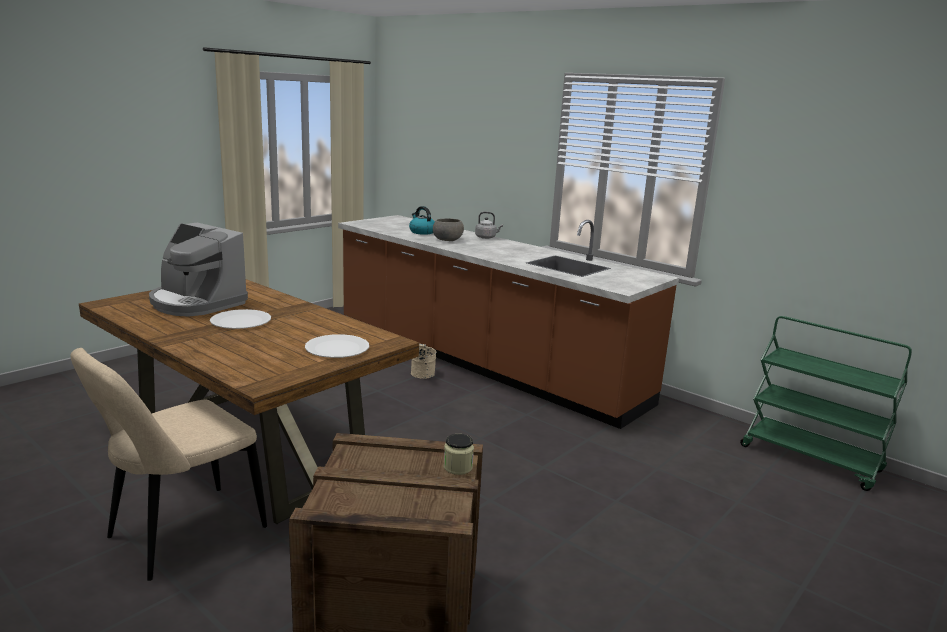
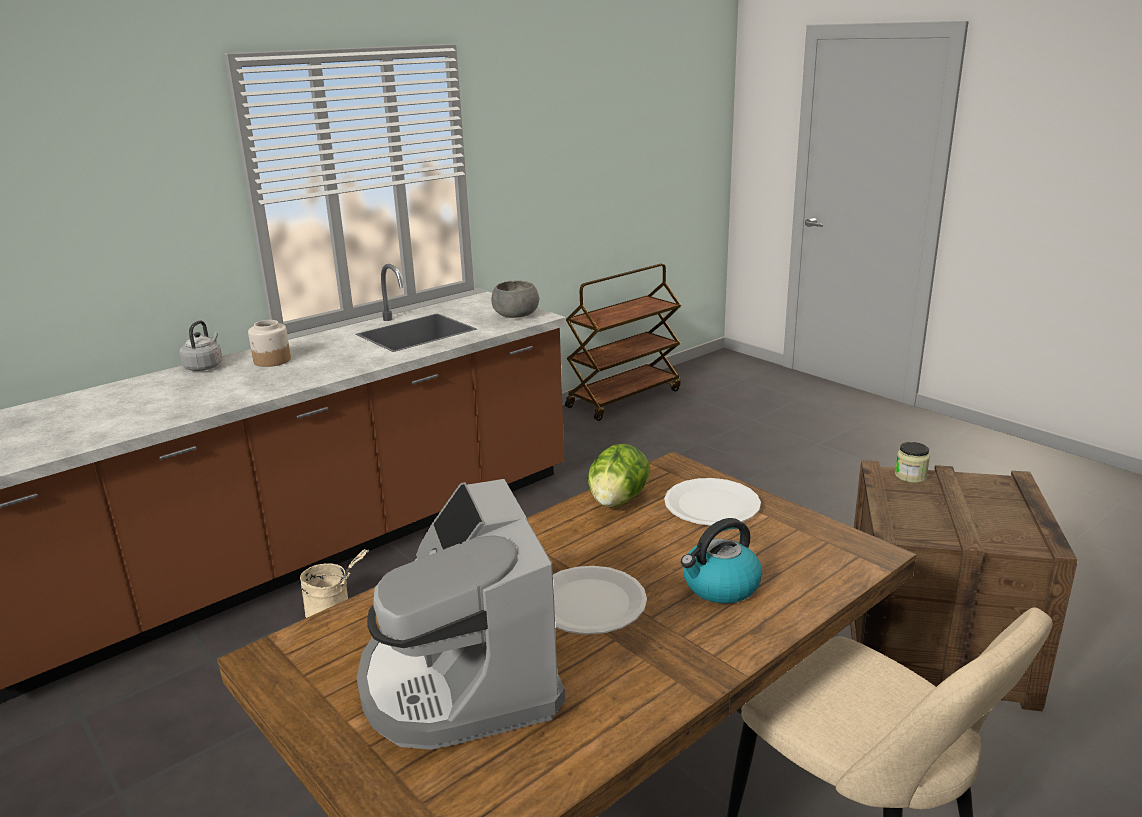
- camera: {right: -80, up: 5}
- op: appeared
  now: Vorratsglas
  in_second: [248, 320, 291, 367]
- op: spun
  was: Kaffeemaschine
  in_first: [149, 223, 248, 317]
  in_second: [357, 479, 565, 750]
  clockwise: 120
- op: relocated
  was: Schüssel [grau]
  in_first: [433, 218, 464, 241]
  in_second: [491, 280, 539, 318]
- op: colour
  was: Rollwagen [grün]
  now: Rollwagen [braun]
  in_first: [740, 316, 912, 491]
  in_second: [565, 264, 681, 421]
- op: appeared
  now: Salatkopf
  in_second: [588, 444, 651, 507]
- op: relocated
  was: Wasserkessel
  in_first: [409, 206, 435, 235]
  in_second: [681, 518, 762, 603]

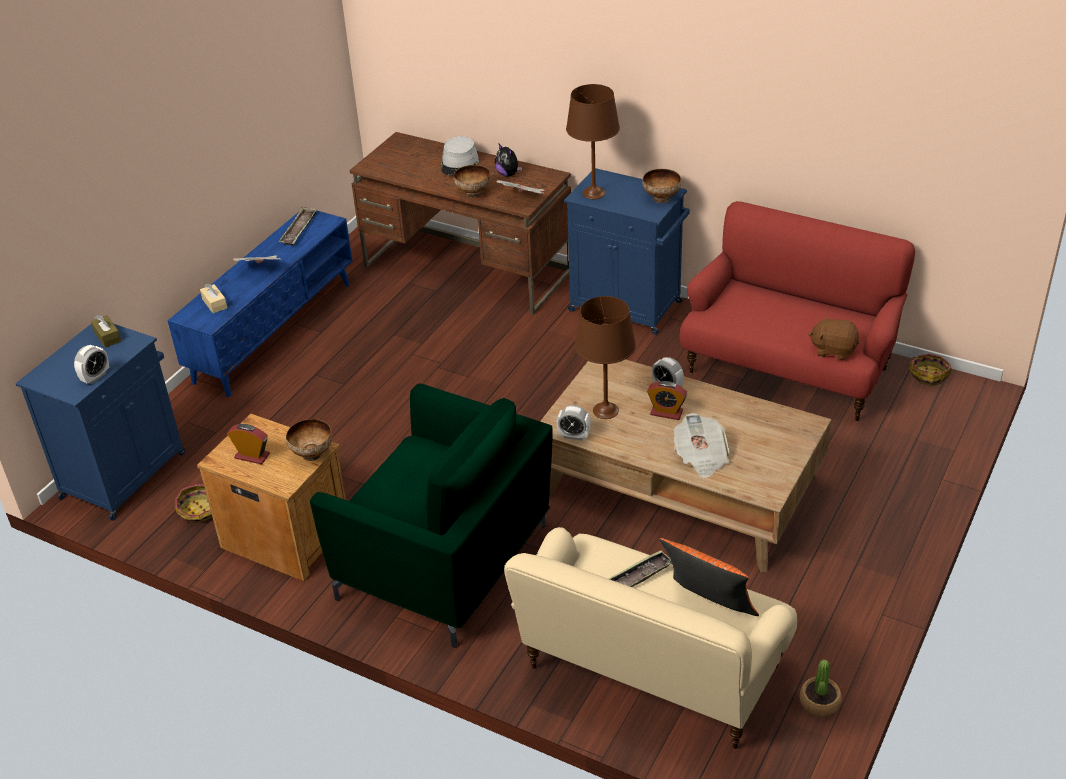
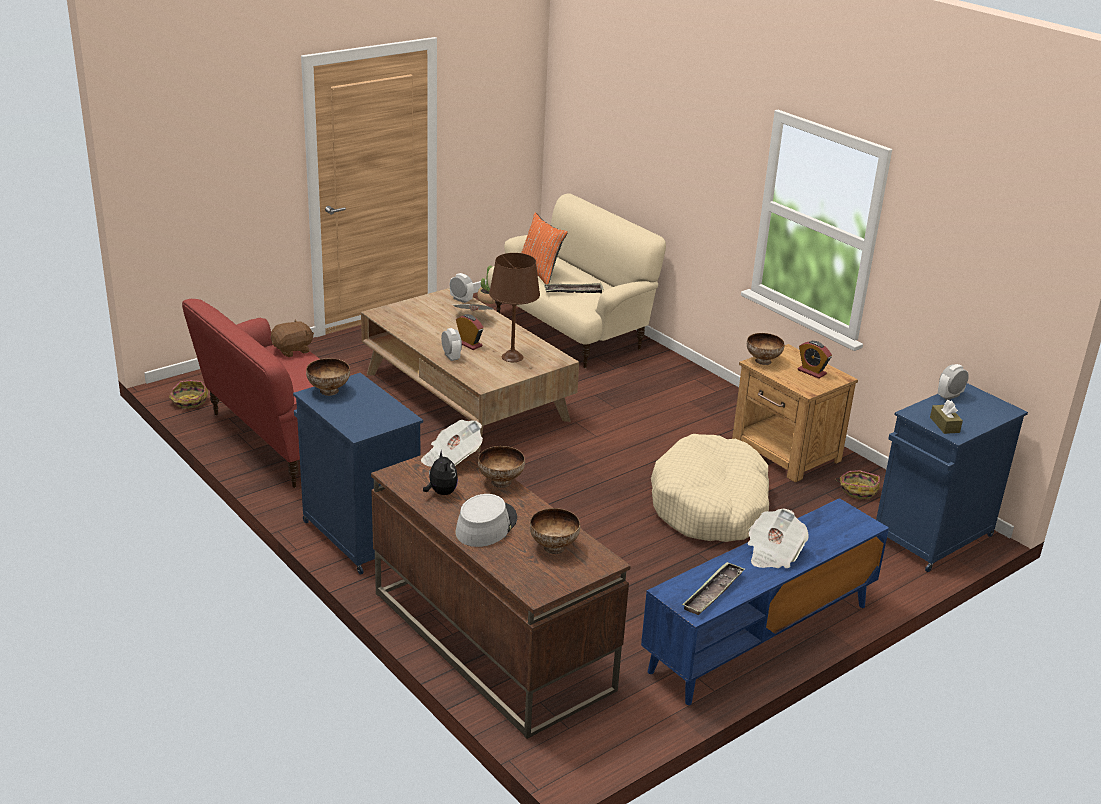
- camera: {right: -160, up: -10}
- op: spun
  was: Plüschtier [braun]
  in_first: [808, 315, 859, 360]
  in_second: [271, 319, 314, 357]
  clockwise: -75
- op: relocated
  was: Wecker
  in_first: [556, 405, 591, 441]
  in_second: [450, 273, 474, 303]
- op: appeared
  now: Schüssel
  in_second: [530, 508, 580, 554]
- op: appeared
  now: Hundebett [beige]
  in_second: [651, 434, 769, 542]
- op: missing
  was: Taschentuchbox [beige]
  in_first: [200, 283, 227, 313]
- op: missing
  was: Sessel [grün]
  in_first: [310, 384, 553, 648]
- op: missing
  was: Tischlampe [braun]
  in_first: [566, 84, 620, 199]

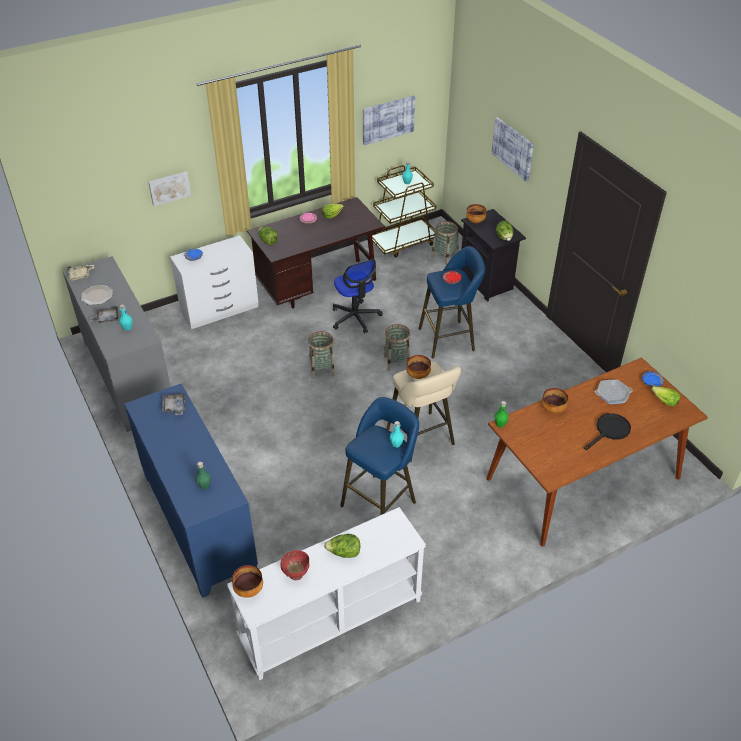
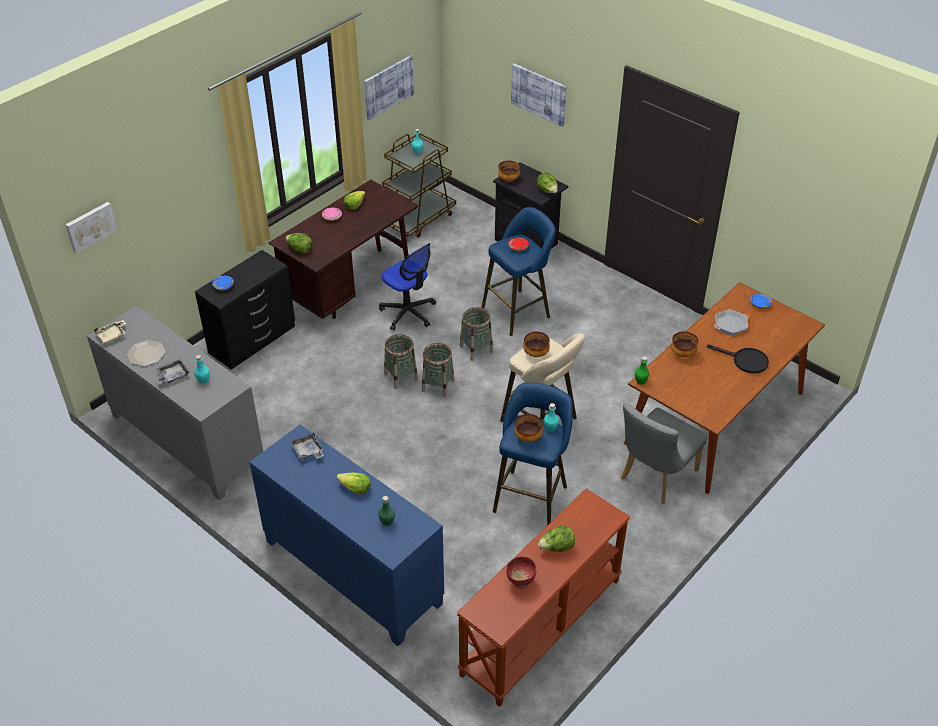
- camera: {right: -20, up: 0}
- op: relocated
  was: Bild
  in_first: [148, 171, 191, 206]
  in_second: [65, 202, 118, 253]
- op: colour
  was: Kommode [weiß]
  now: Kommode [schwarz]
  in_first: [170, 235, 259, 329]
  in_second: [195, 250, 295, 370]
- op: relocated
  was: Salatkopf
  in_first: [651, 386, 680, 407]
  in_second: [336, 473, 371, 494]
- op: relocated
  was: Korb
  in_first: [431, 221, 459, 265]
  in_second: [422, 343, 454, 397]
- op: colour
  was: Konsolentisch [weiß]
  now: Konsolentisch [braun]
  in_first: [227, 507, 426, 680]
  in_second: [457, 489, 630, 707]
- op: relocated
  was: Schüssel
  in_first: [232, 565, 263, 598]
  in_second: [514, 414, 543, 442]
- op: appeared
  now: Stuhl [grau]
  in_second: [621, 403, 707, 504]
- op: spun
  was: Pfanne [schwarz]
  in_first: [584, 413, 631, 450]
  in_second: [707, 344, 769, 373]
  clockwise: 90

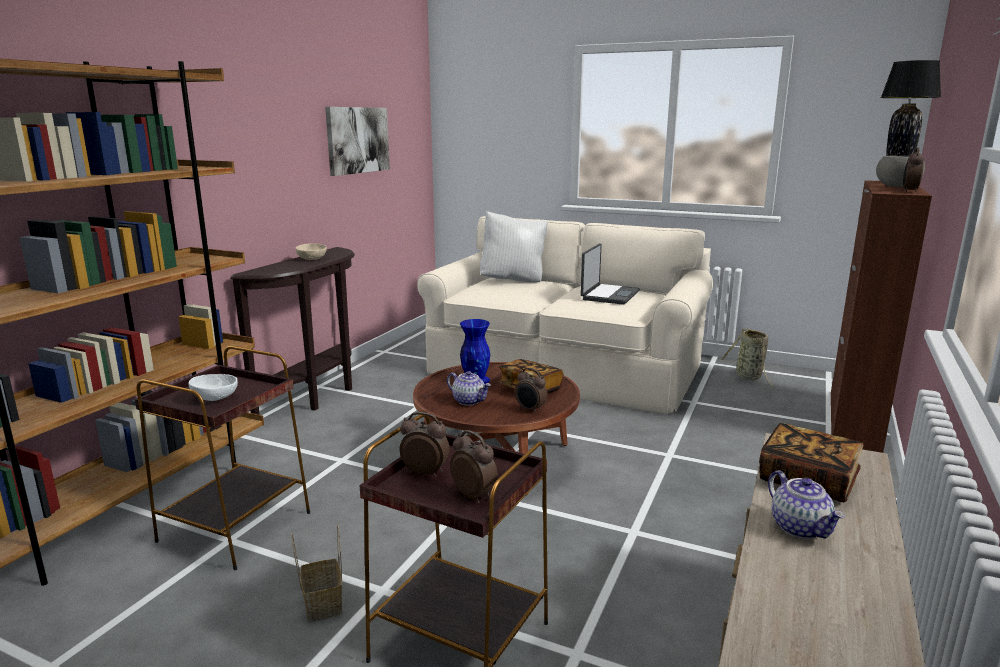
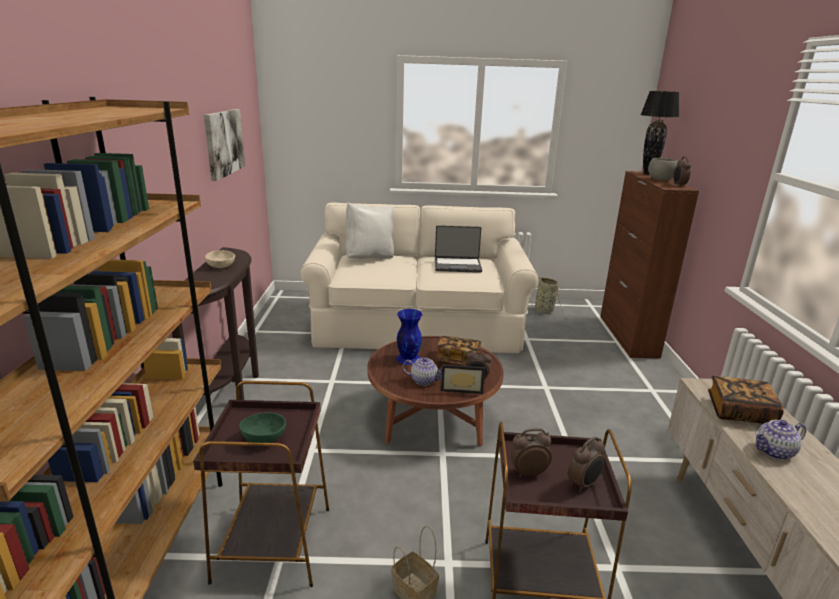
- camera: {right: -25, up: 5}
- op: colour
  was: Schüssel [weiß]
  now: Schüssel [grün]
  in_first: [188, 374, 238, 401]
  in_second: [239, 412, 286, 443]
- op: spun
  was: Laptop
  in_first: [580, 243, 640, 305]
  in_second: [435, 225, 482, 273]
  clockwise: 90
- op: appeared
  now: Bilderrahmen
  in_second: [440, 365, 485, 394]
- op: spun
  was: Wecker
  in_first: [450, 430, 498, 503]
  in_second: [568, 436, 605, 492]
  clockwise: 120
- op: spun
  was: Teekanne
  in_first: [768, 470, 845, 539]
  in_second: [755, 420, 806, 460]
  clockwise: 120

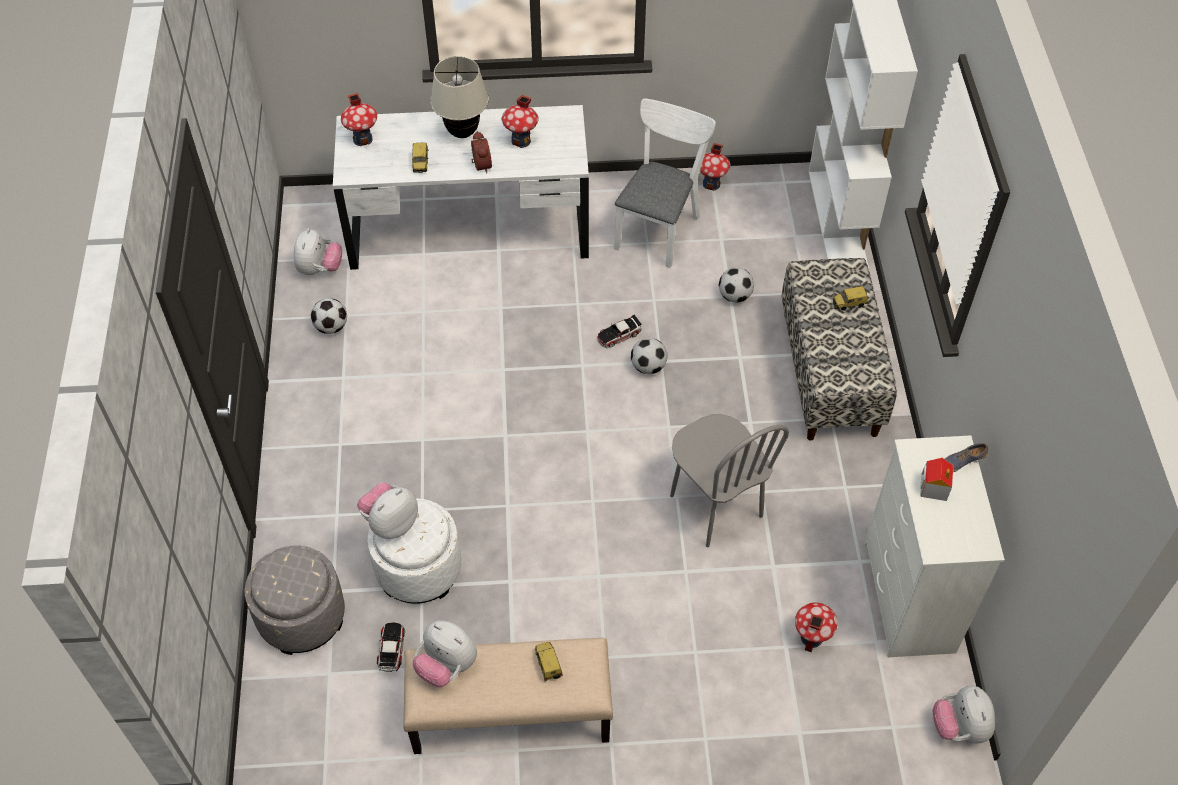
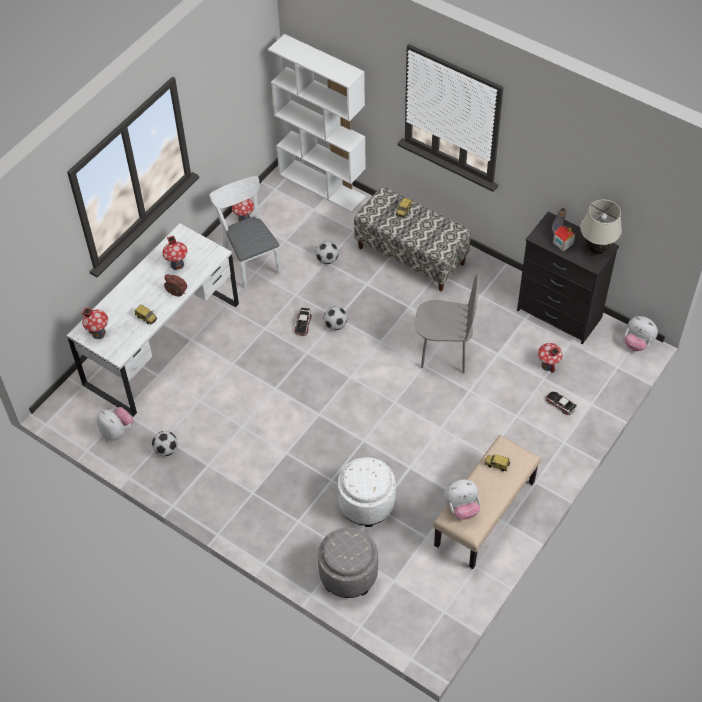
- camera: {right: -50, up: 0}
- op: colour
  was: Kommode [weiß]
  now: Kommode [schwarz]
  in_first: [864, 435, 1005, 657]
  in_second: [517, 212, 619, 344]
- op: relocated
  was: Spielzeugauto
  in_first: [377, 623, 405, 672]
  in_second: [546, 391, 577, 415]
- op: relocated
  was: Tischlampe [beige]
  in_first: [430, 56, 489, 138]
  in_second: [580, 199, 622, 254]
- op: missing
  was: Plüschtier
  in_first: [357, 482, 418, 539]

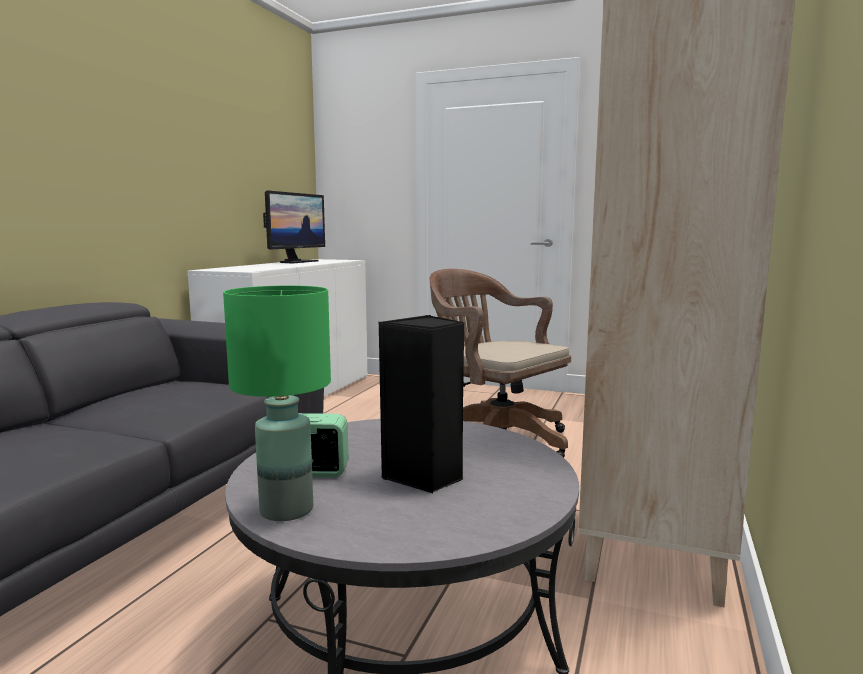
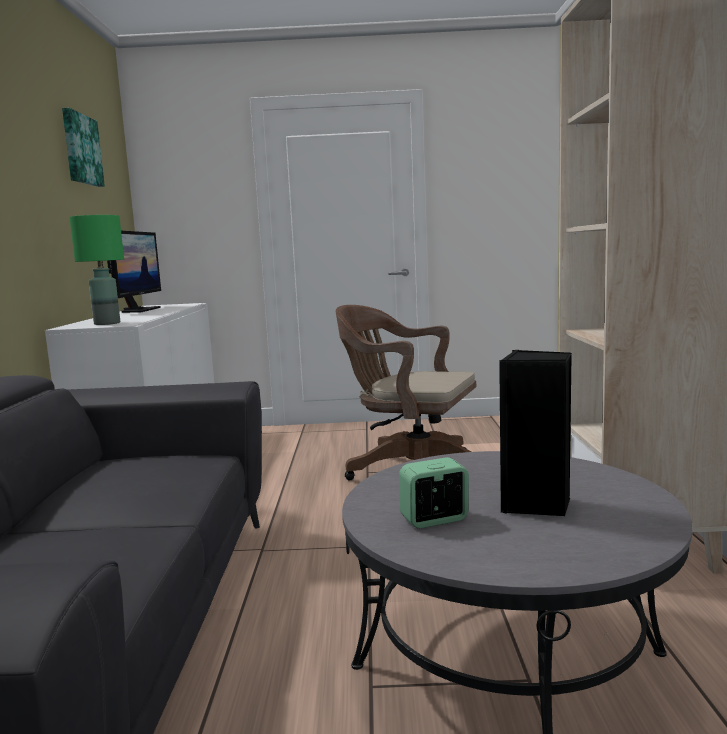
- camera: {right: -20, up: 0}
- op: appeared
  now: Bild
  in_second: [62, 108, 105, 187]
- op: relocated
  was: Tischlampe [grün]
  in_first: [223, 285, 331, 521]
  in_second: [70, 215, 124, 325]

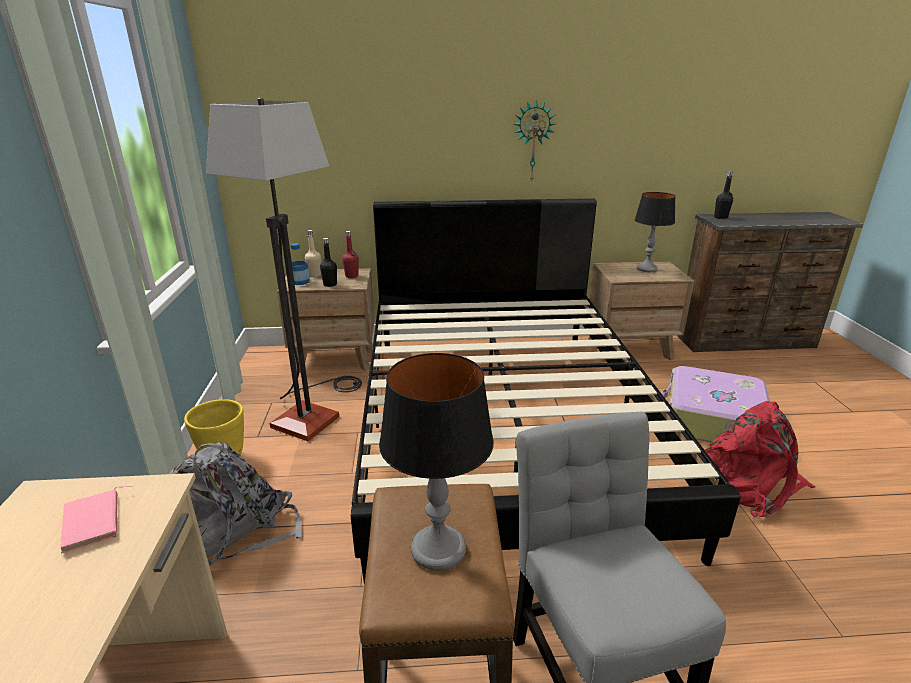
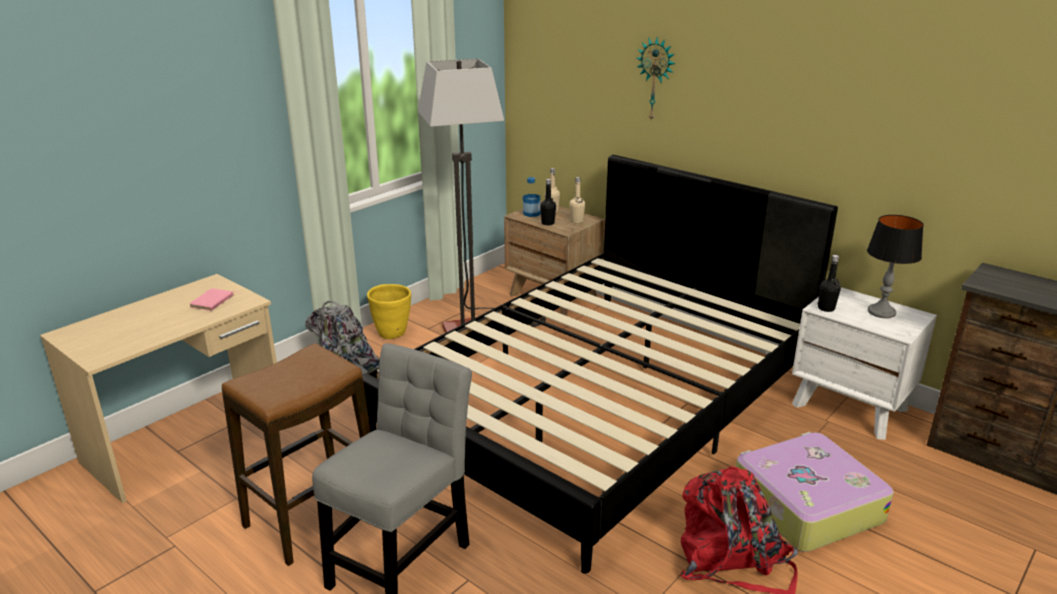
- camera: {right: 45, up: 0}
- op: colour
  was: Flasche [rot]
  now: Flasche [beige]
  in_first: [342, 231, 358, 278]
  in_second: [569, 177, 585, 224]
- op: relocated
  was: Wanduhr
  in_first: [514, 100, 556, 183]
  in_second: [636, 38, 675, 122]
- op: colour
  was: Nachttisch [braun]
  now: Nachttisch [weiß]
  in_first: [588, 261, 694, 362]
  in_second: [792, 287, 937, 440]
- op: relocated
  was: Flasche [schwarz]
  in_first: [714, 171, 733, 219]
  in_second: [818, 255, 841, 312]
- op: missing
  was: Tischlampe
  in_first: [379, 353, 494, 571]

